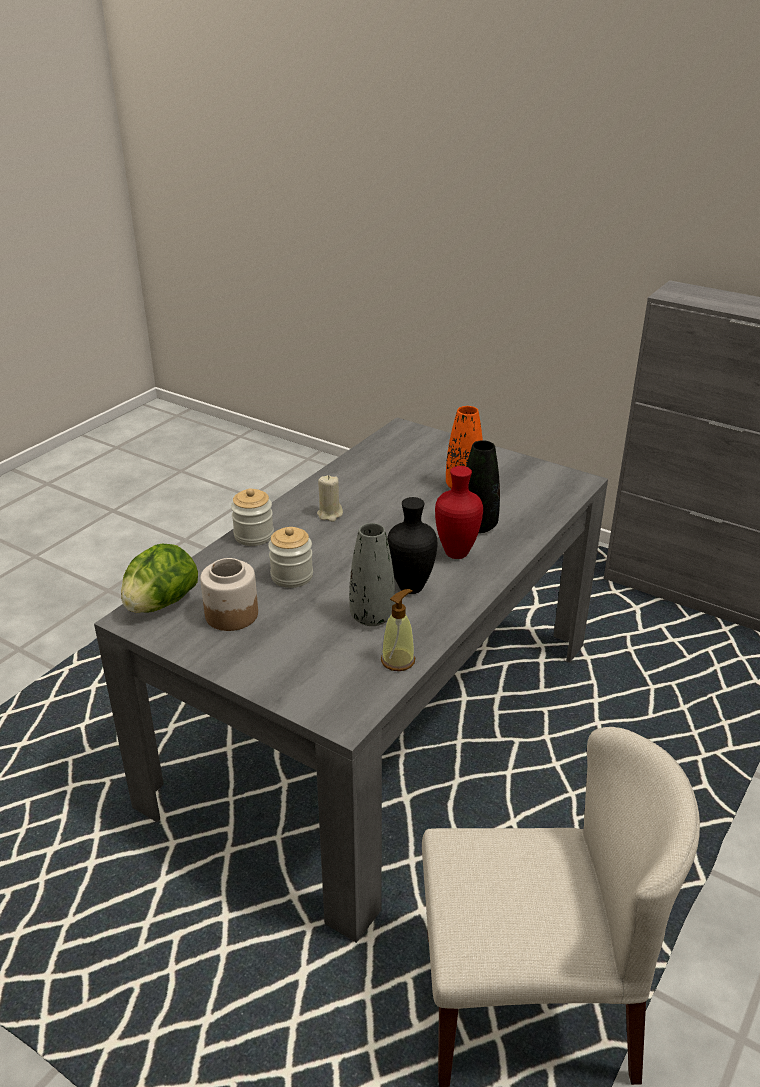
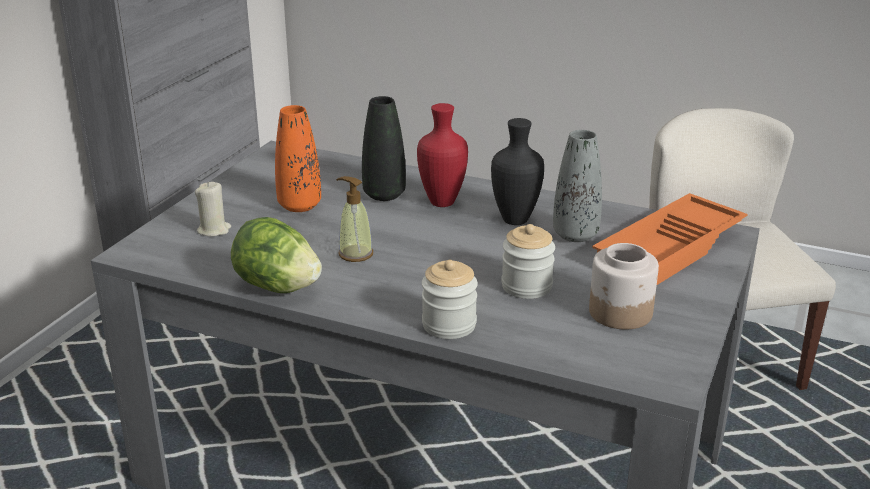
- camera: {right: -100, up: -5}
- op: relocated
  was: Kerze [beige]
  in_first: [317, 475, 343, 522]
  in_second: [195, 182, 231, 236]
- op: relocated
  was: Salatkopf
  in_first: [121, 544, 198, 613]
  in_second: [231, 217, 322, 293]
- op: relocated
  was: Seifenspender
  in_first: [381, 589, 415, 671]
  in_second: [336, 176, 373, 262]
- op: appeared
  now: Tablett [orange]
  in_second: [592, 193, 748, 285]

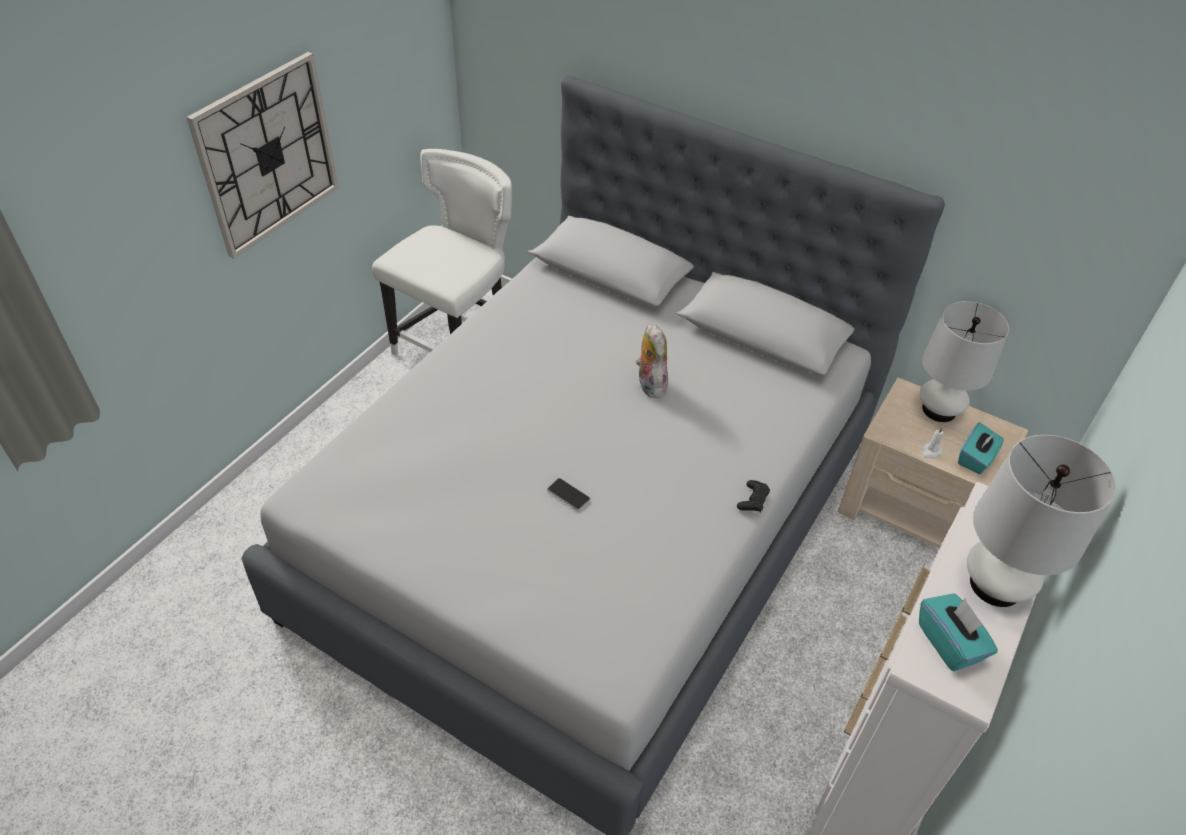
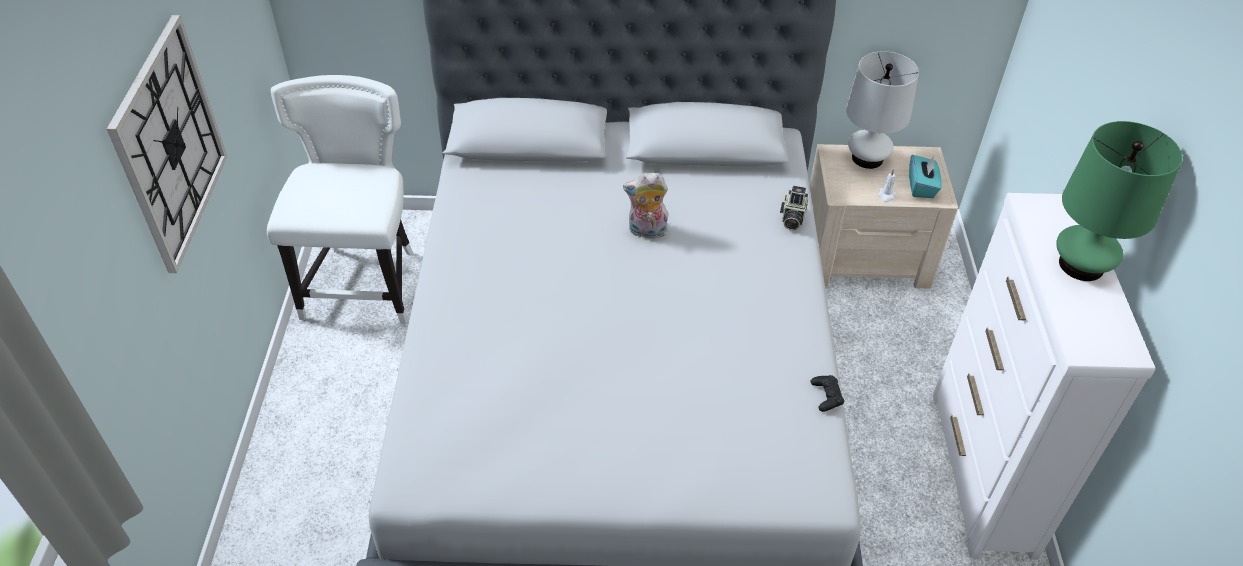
- camera: {right: -30, up: 0}
- op: spun
  was: Plüschtier
  in_first: [636, 324, 668, 398]
  in_second: [623, 173, 669, 238]
  clockwise: -45
- op: appeared
  now: Kamera
  in_second: [780, 186, 809, 231]
- op: relocated
  was: Gamepad [schwarz]
  in_first: [737, 480, 770, 512]
  in_second: [811, 375, 844, 412]
- op: colour
  was: Tischlampe [weiß]
  now: Tischlampe [grün]
  in_first: [967, 435, 1116, 607]
  in_second: [1056, 121, 1183, 281]
- op: missing
  was: Handy
  in_first: [547, 478, 590, 511]
- op: missing
  was: Taschentuchbox [türkis]
  in_first: [919, 593, 998, 671]

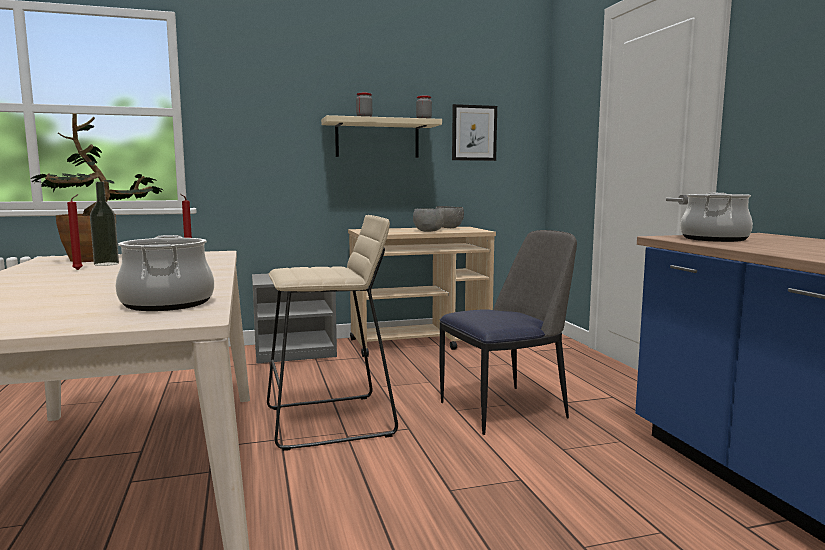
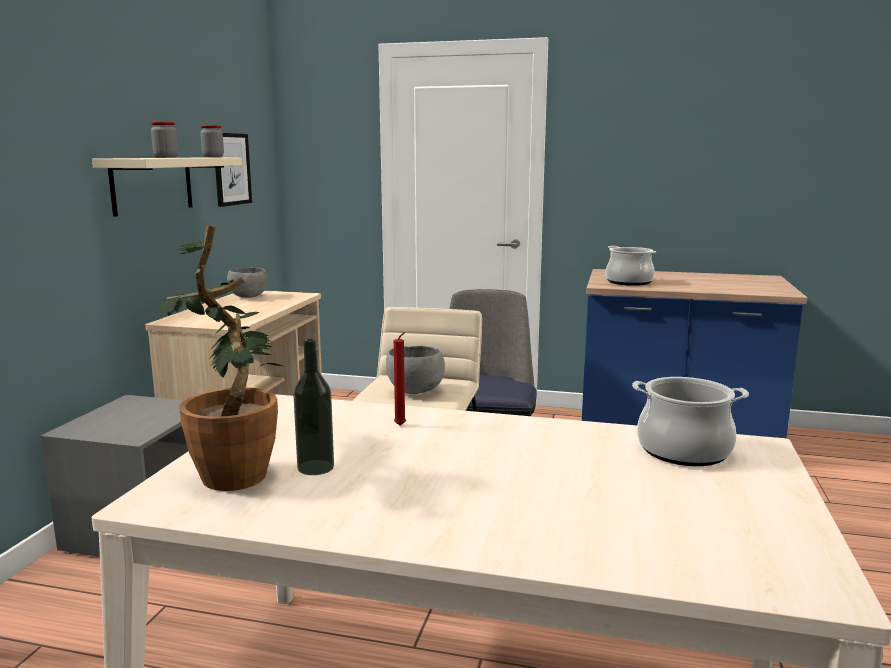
- camera: {right: -60, up: 5}
- op: relocated
  was: Schüssel [grau]
  in_first: [413, 208, 445, 232]
  in_second: [386, 346, 445, 394]
- op: missing
  was: Kerze [rot]
  in_first: [67, 194, 83, 270]

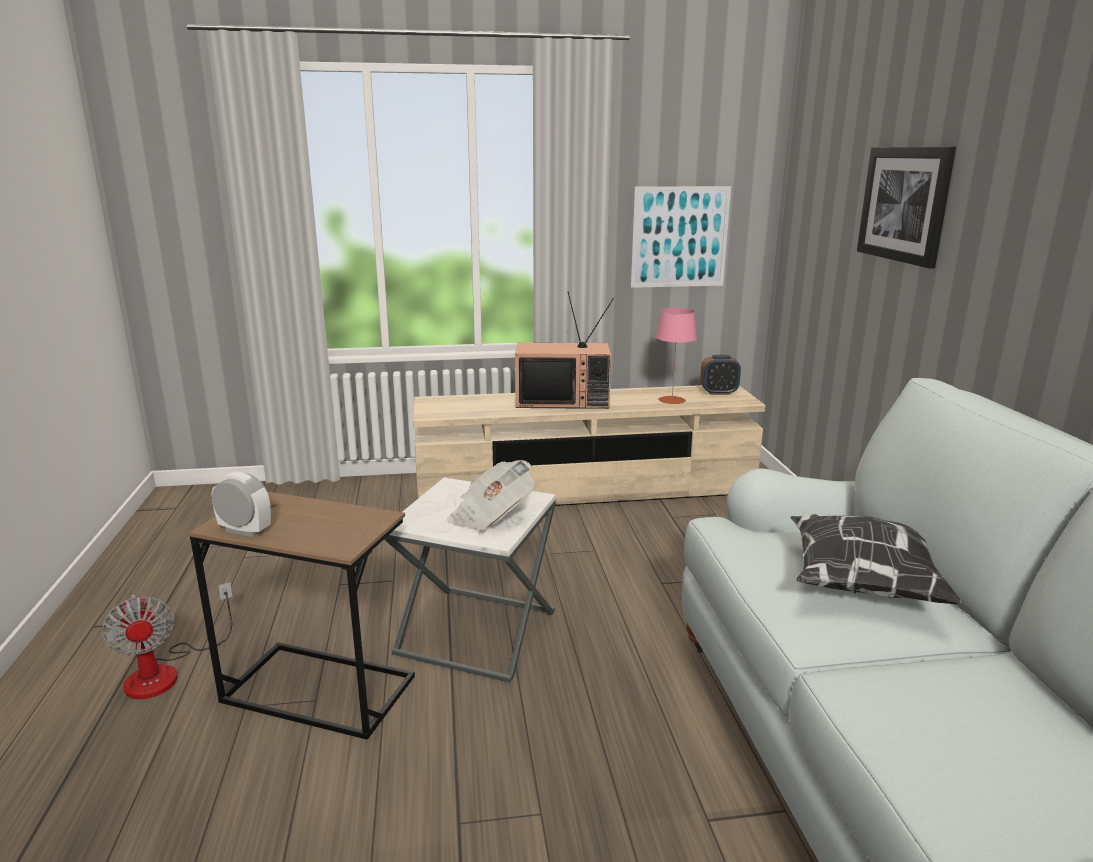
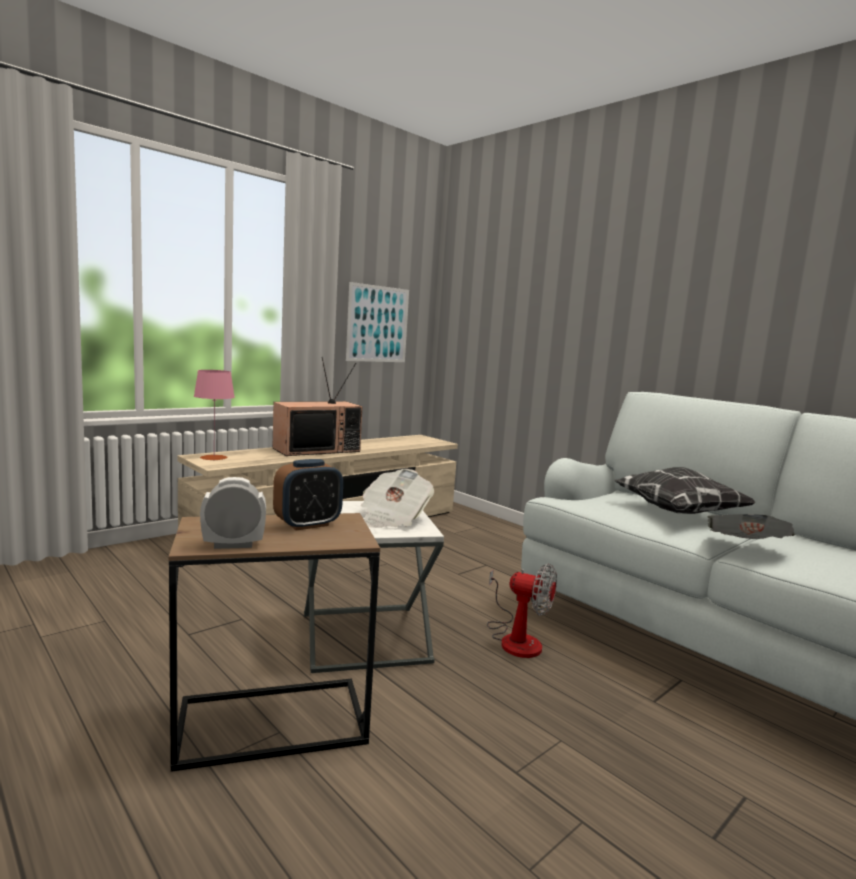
- camera: {right: -35, up: -10}
- op: relocated
  was: Tischlampe [rosa]
  in_first: [656, 308, 697, 404]
  in_second: [194, 370, 235, 461]
- op: relocated
  was: Wecker
  in_first: [700, 355, 741, 395]
  in_second: [273, 459, 343, 531]
- op: relocated
  was: Ventilator
  in_first: [101, 582, 233, 699]
  in_second: [487, 564, 557, 658]
- op: appeared
  now: Zeitung
  in_second: [707, 514, 795, 539]
- op: missing
  was: Bild
  in_first: [857, 147, 956, 268]

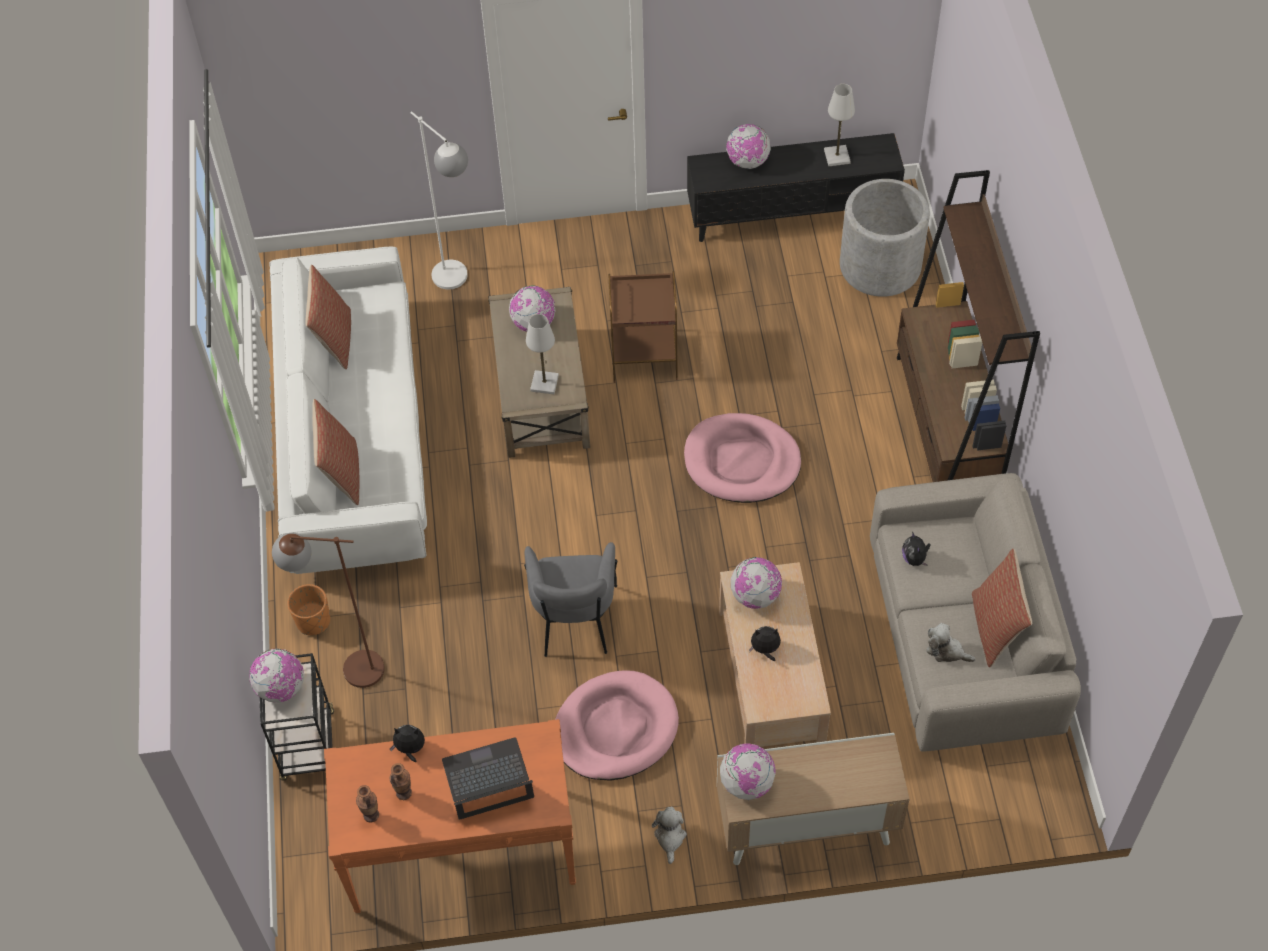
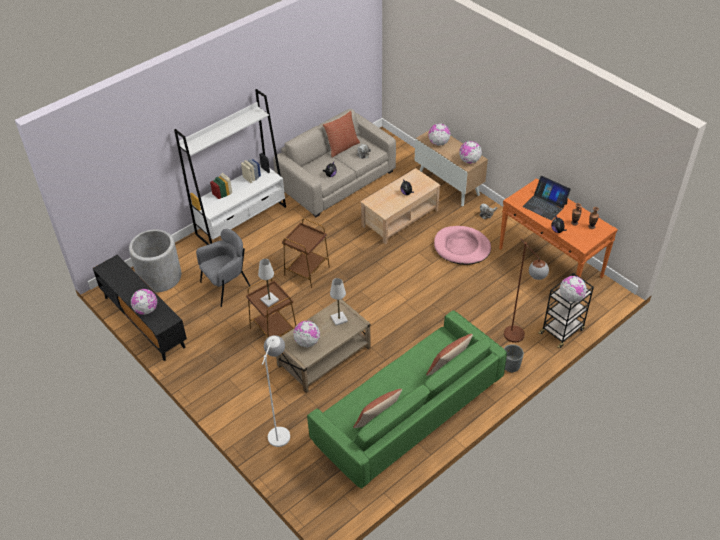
- camera: {right: -125, up: -10}
- op: colour
  was: Bücherregal [braun]
  now: Bücherregal [weiß]
  in_first: [897, 170, 1040, 482]
  in_second: [174, 89, 286, 245]
- op: relocated
  was: Sessel [grau]
  in_first: [524, 542, 617, 657]
  in_second: [196, 229, 250, 307]
- op: relocated
  was: Tischlampe [weiß]
  in_first: [824, 84, 855, 166]
  in_second: [258, 259, 279, 307]
- op: exchanged
  was: Hundebett [rosa]
  now: Beistelltisch [braun]
  in_first: [684, 413, 801, 503]
  in_second: [282, 218, 330, 288]
- op: colour
  was: Sofa [weiß]
  now: Sofa [grün]
  in_first: [269, 247, 427, 574]
  in_second: [307, 310, 507, 489]
- op: relocated
  was: Globus
  in_first: [731, 557, 782, 609]
  in_second: [428, 123, 451, 146]
- op: colour
  was: Pflanzkübel [orange]
  now: Pflanzkübel [grau]
  in_first: [287, 584, 330, 635]
  in_second: [504, 344, 524, 373]

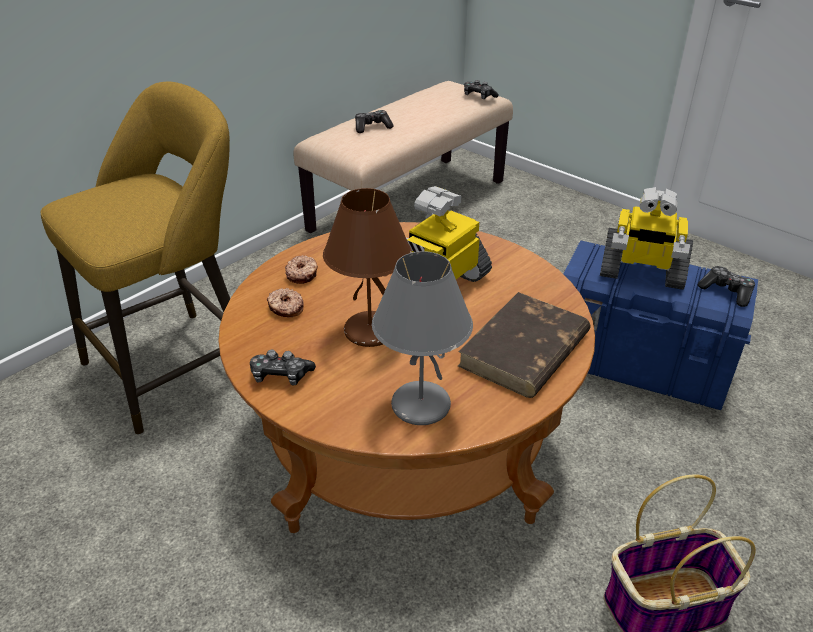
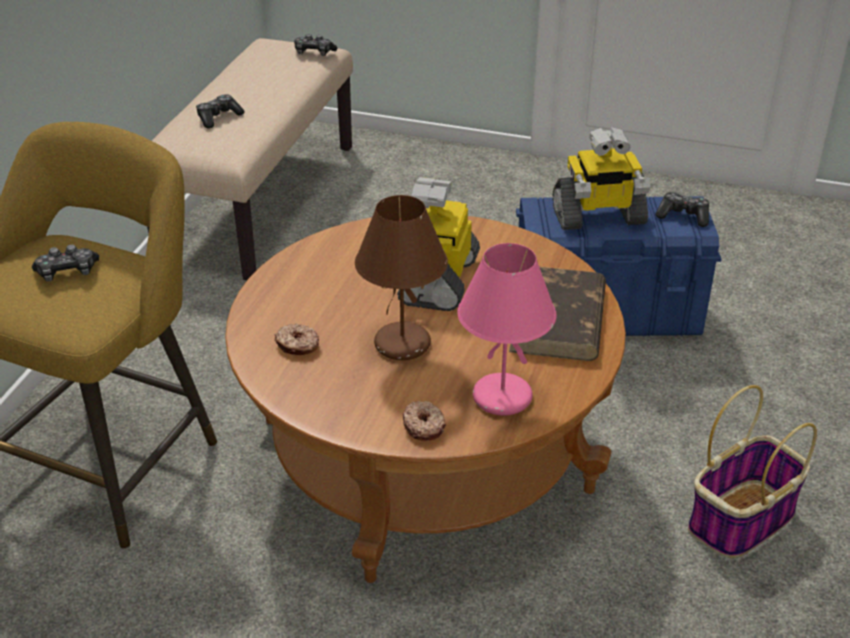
- camera: {right: -25, up: 0}
- op: relocated
  was: Gamepad
  in_first: [250, 350, 316, 386]
  in_second: [32, 244, 99, 282]
- op: relocated
  was: Donut
  in_first: [285, 255, 318, 284]
  in_second: [403, 401, 446, 441]
- op: colour
  was: Tischlampe [grau]
  now: Tischlampe [rosa]
  in_first: [372, 251, 473, 425]
  in_second: [457, 243, 557, 416]

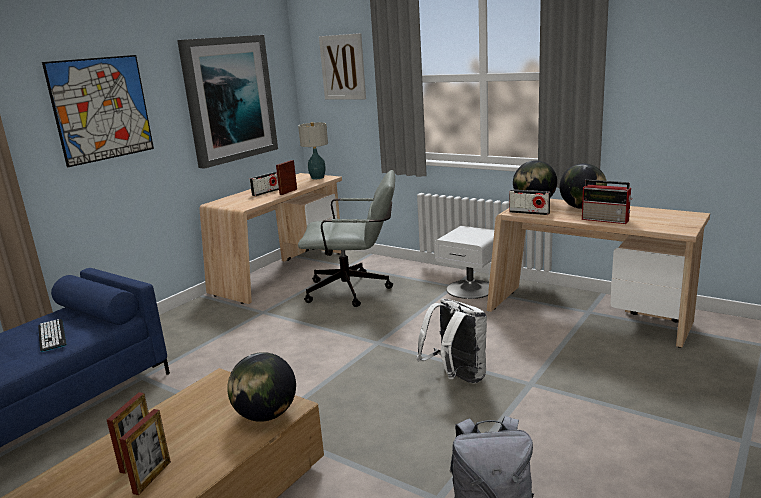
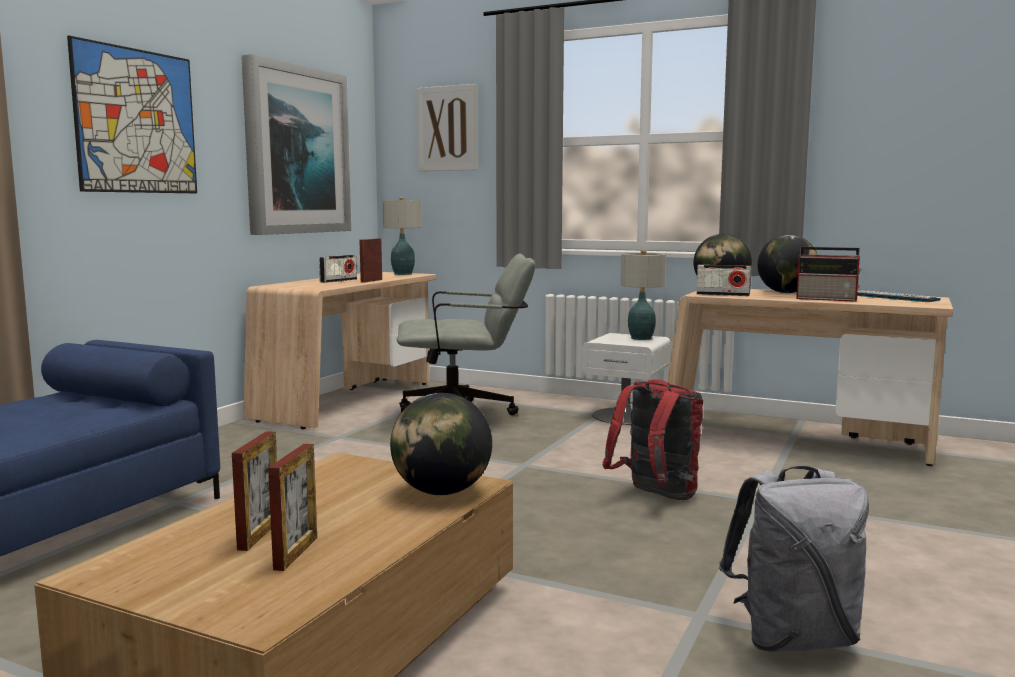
- camera: {right: -10, up: -10}
- op: colour
  was: Rucksack [weiß]
  now: Rucksack [rot]
  in_first: [416, 298, 487, 383]
  in_second: [602, 379, 703, 500]
- op: appeared
  now: Tischlampe
  in_second: [621, 251, 666, 340]
- op: relocated
  was: Tastatur
  in_first: [38, 319, 67, 352]
  in_second: [857, 290, 940, 302]

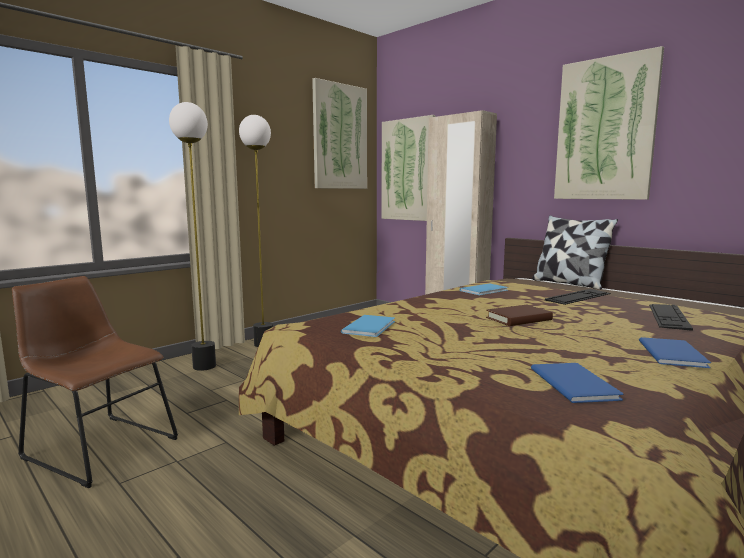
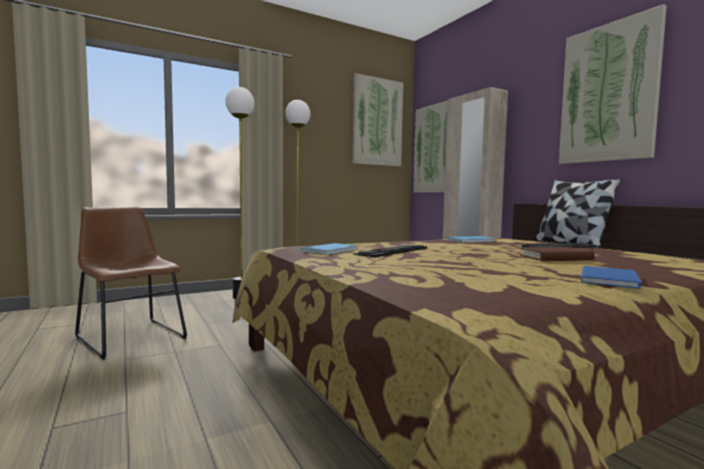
- camera: {right: 15, up: -5}
- op: relocated
  was: Tastatur
  in_first: [649, 304, 693, 331]
  in_second: [353, 245, 427, 257]
- op: relocated
  was: Buch [braun]
  in_first: [486, 305, 553, 326]
  in_second: [520, 247, 595, 261]
- op: missing
  was: Buch [blau]
  in_first: [531, 363, 624, 403]

